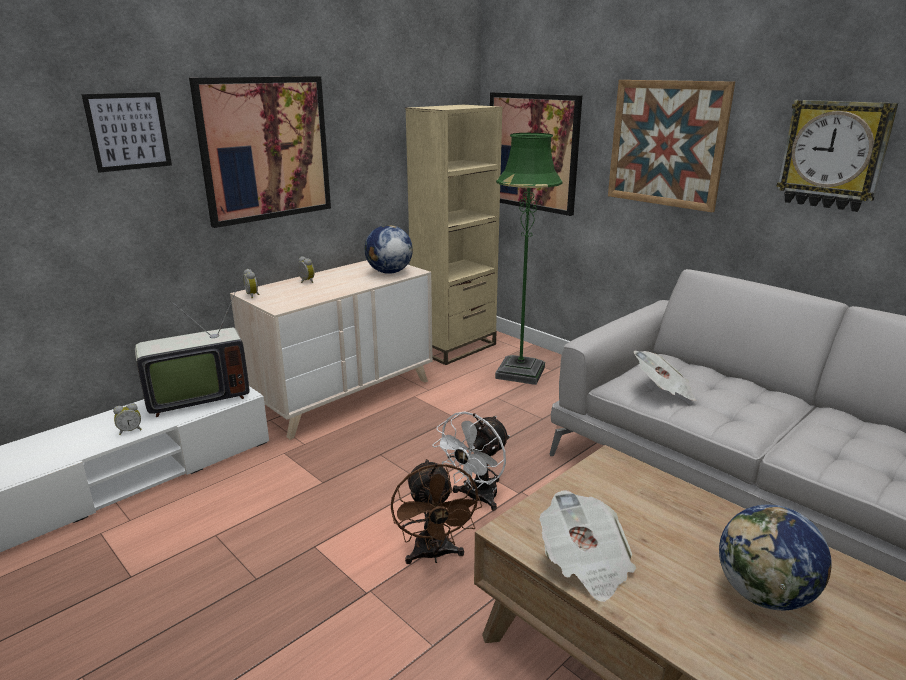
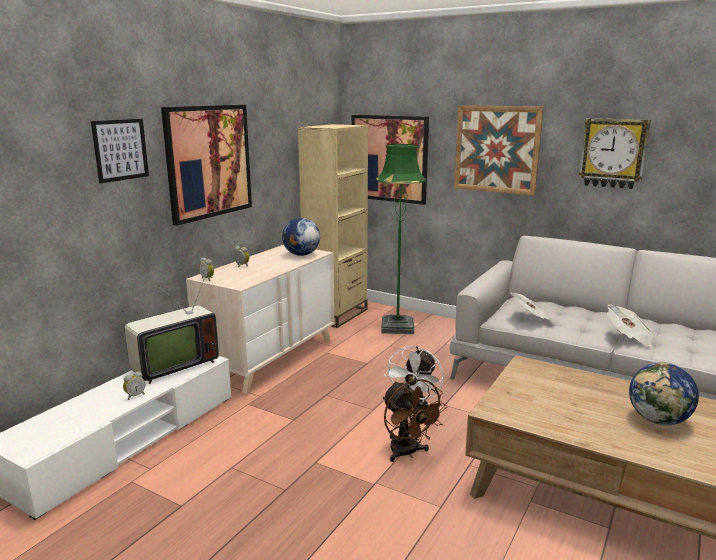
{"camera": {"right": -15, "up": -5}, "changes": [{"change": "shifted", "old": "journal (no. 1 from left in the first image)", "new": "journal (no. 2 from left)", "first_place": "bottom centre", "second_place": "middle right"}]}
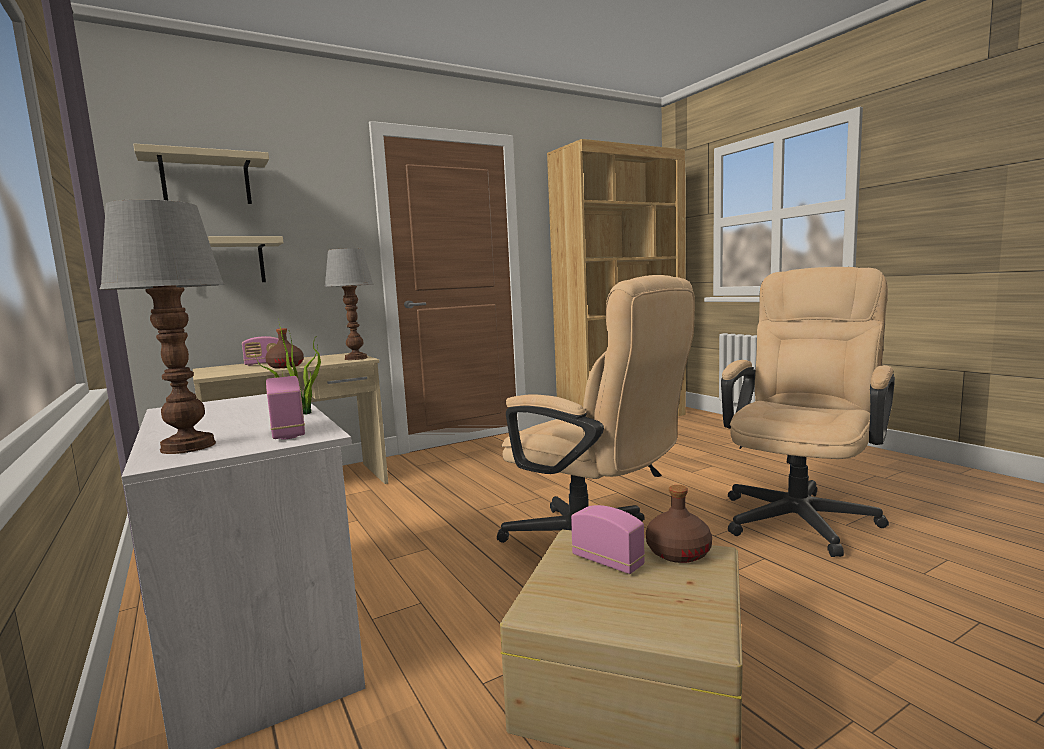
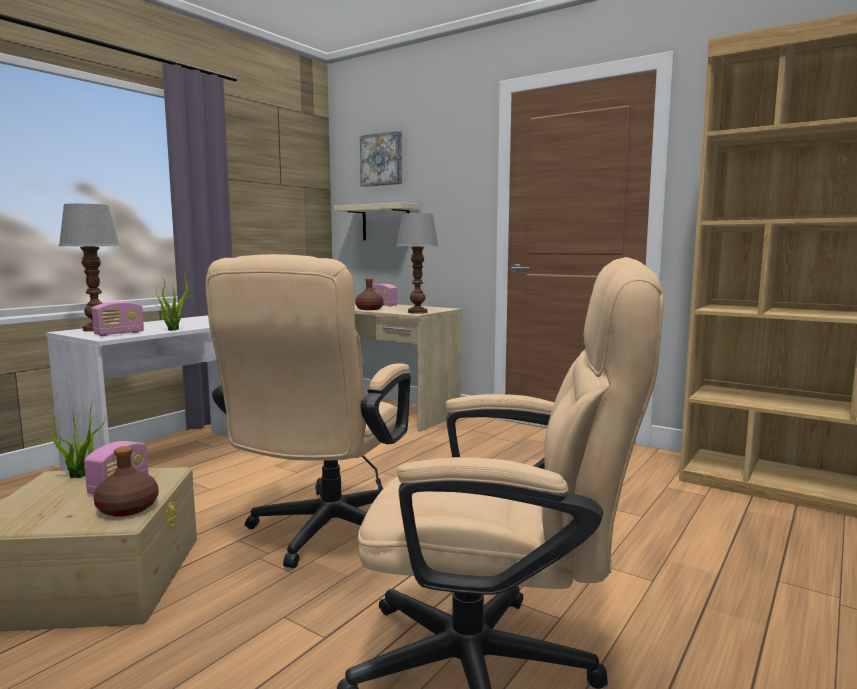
{"camera": {"right": 65, "up": 0}, "changes": [{"change": "new", "new": "plante en pot (no. 1 from left)", "second_place": "middle left"}, {"change": "swapped", "old": "étagère/beige (no. 1 from left)", "new": "tableau", "first_place": "top left", "second_place": "top centre"}]}
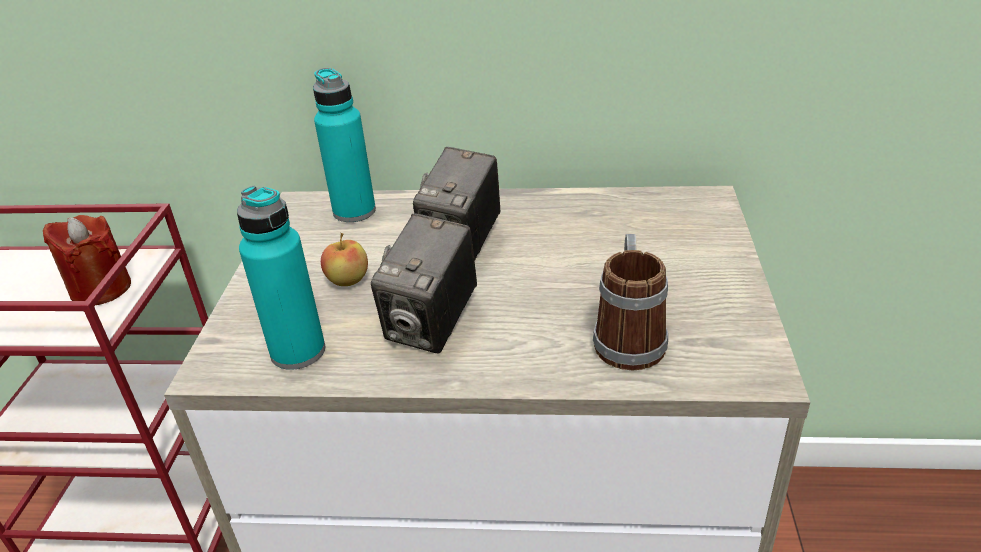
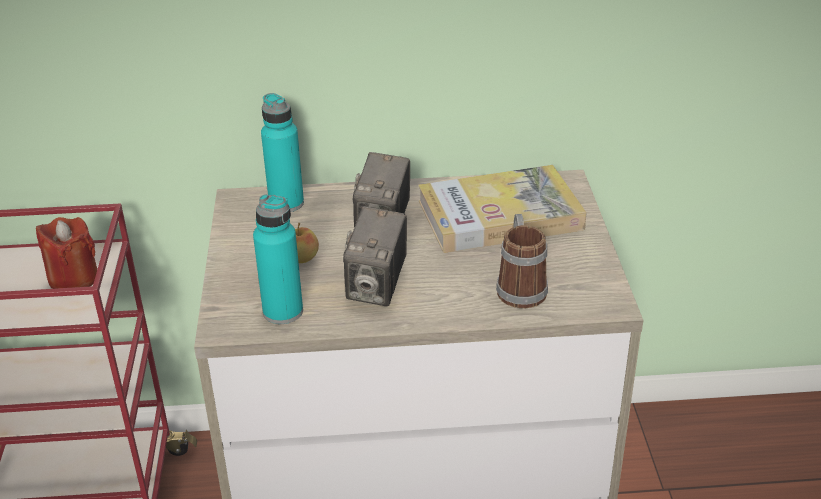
{"camera": {"right": -10, "up": 0}, "changes": [{"change": "new", "new": "livre", "second_place": "centre"}]}
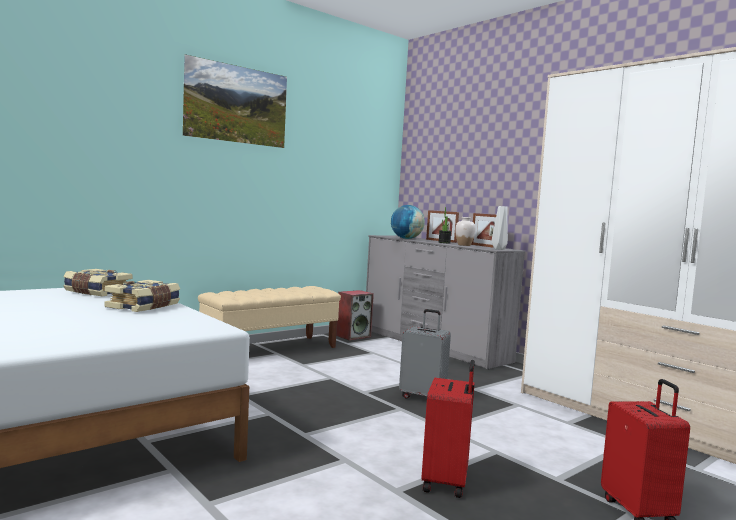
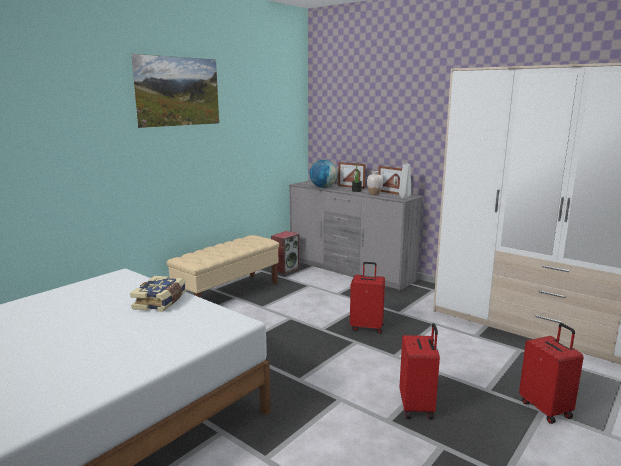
{"camera": {"right": -10, "up": 10}, "changes": [{"change": "repainted", "old": "valise/gris", "new": "valise/rouge (no. 1 from left)", "first_place": "bottom centre", "second_place": "centre"}, {"change": "gone", "old": "livre (no. 1 from left)", "first_place": "middle left"}]}
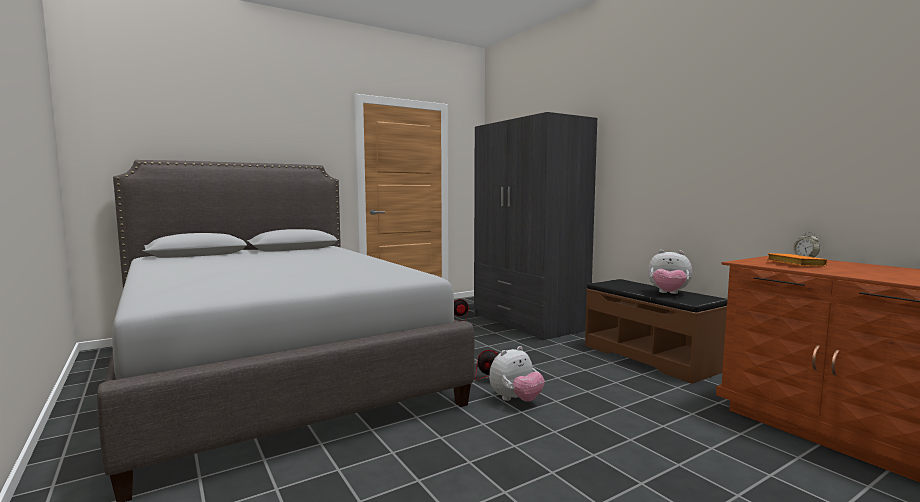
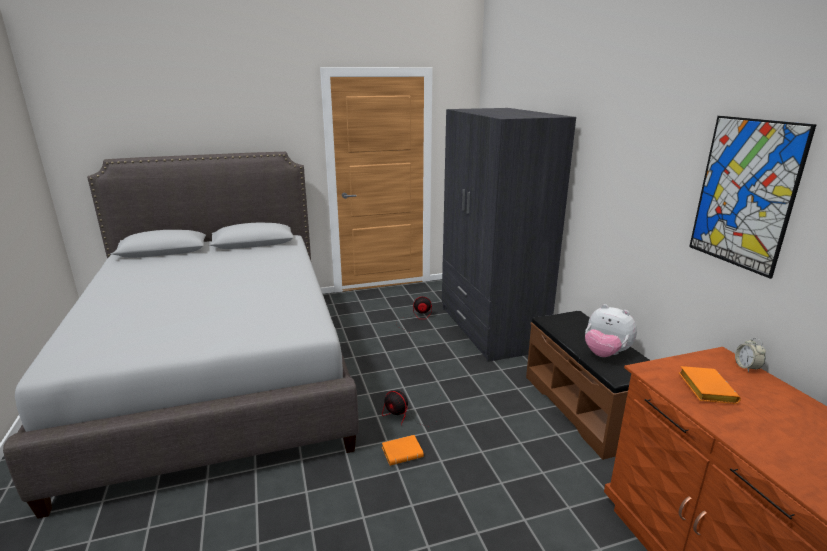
{"camera": {"right": 15, "up": 15}, "changes": [{"change": "swapped", "old": "peluche (no. 1 from left)", "new": "livre/orange (no. 1 from left)", "first_place": "bottom centre", "second_place": "bottom centre"}, {"change": "new", "new": "tableau", "second_place": "middle right"}]}
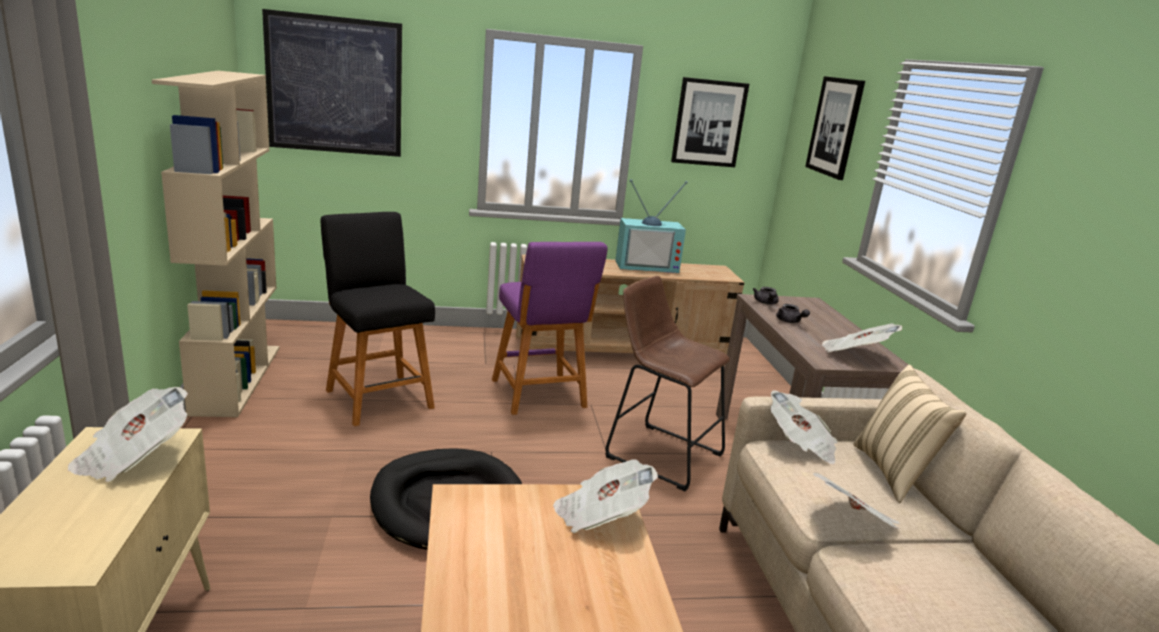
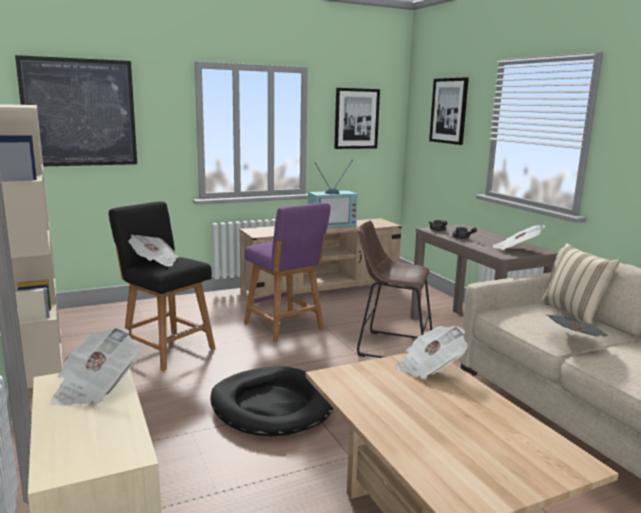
{"camera": {"right": -15, "up": -5}, "changes": [{"change": "shifted", "old": "journal (no. 3 from left in the first image)", "new": "journal (no. 2 from left)", "first_place": "bottom right", "second_place": "middle left"}]}
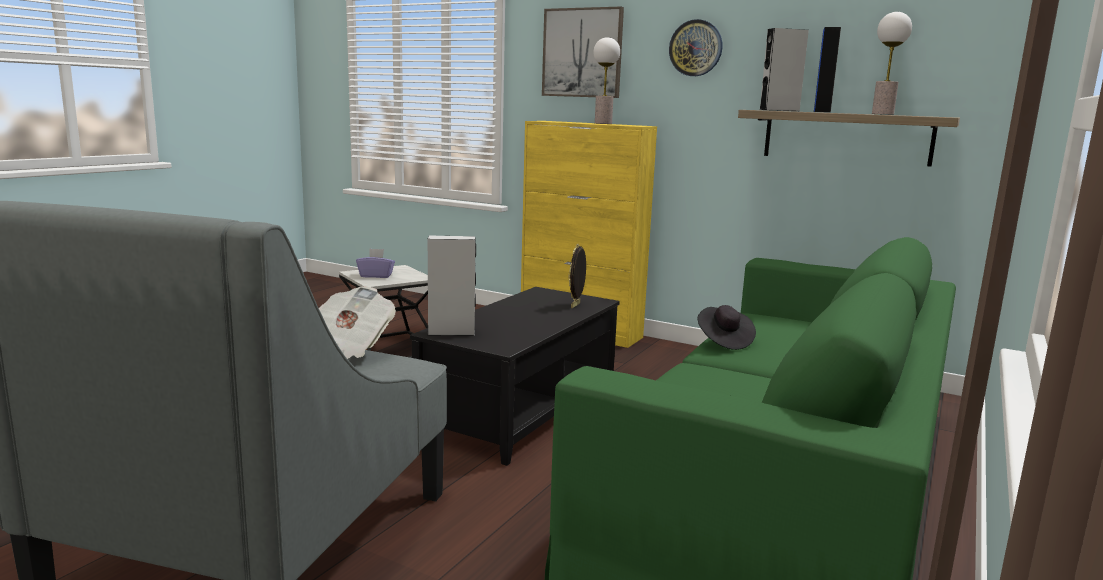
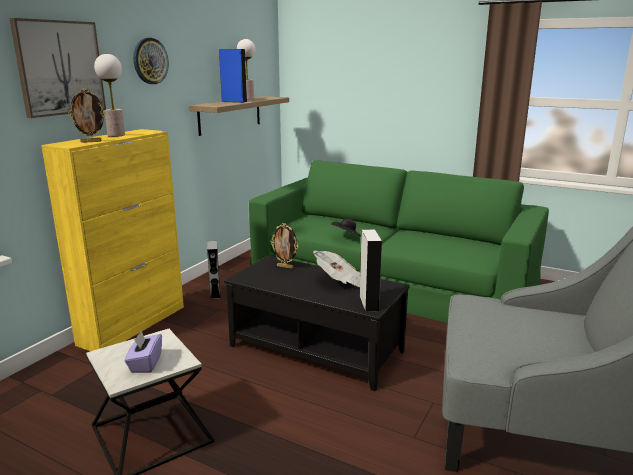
{"camera": {"right": -90, "up": 5}, "changes": [{"change": "new", "new": "cadre photo (no. 1 from left)", "second_place": "top left"}, {"change": "shifted", "old": "enceinte/gris (no. 2 from left in the first image)", "new": "enceinte/gris (no. 1 from left)", "first_place": "top right", "second_place": "centre"}, {"change": "shifted", "old": "journal", "first_place": "middle left", "second_place": "centre"}]}
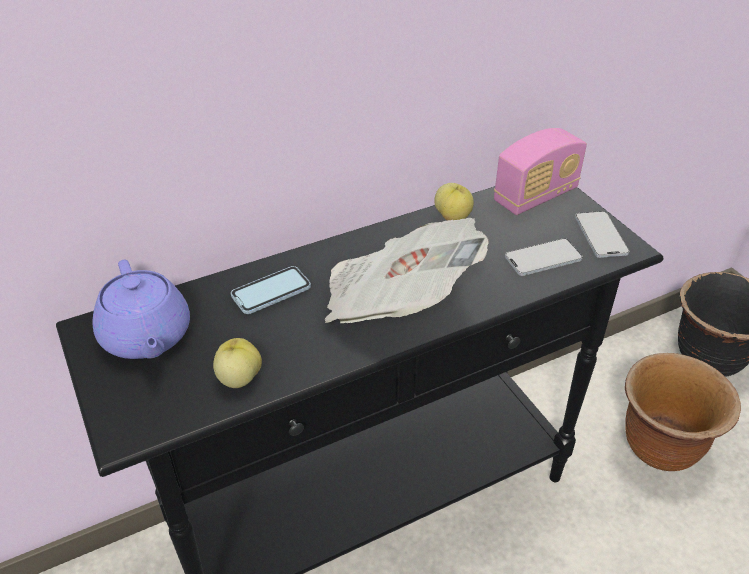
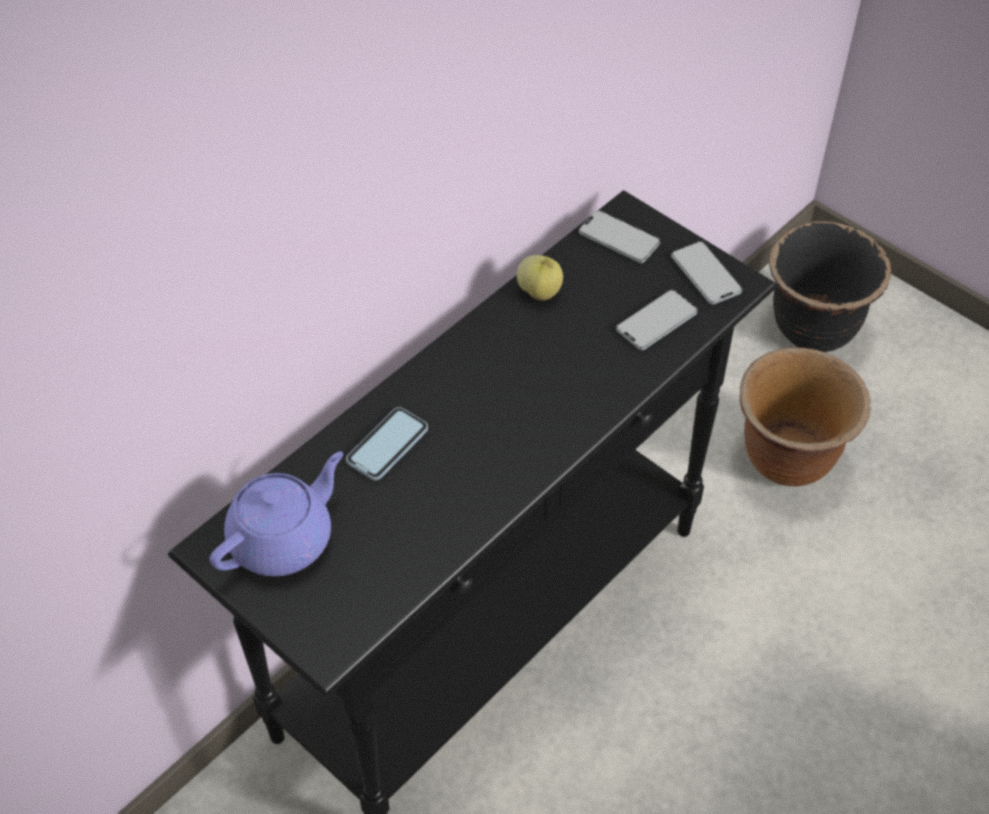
{"camera": {"right": -20, "up": 10}, "changes": [{"change": "rotated", "old": "théière/violet", "first_place": "middle left", "second_place": "middle left", "degrees": -90}, {"change": "swapped", "old": "radio", "new": "téléphone (no. 2 from left)", "first_place": "top right", "second_place": "top centre"}, {"change": "gone", "old": "pomme (no. 1 from left)", "first_place": "middle left"}, {"change": "gone", "old": "journal", "first_place": "centre"}]}
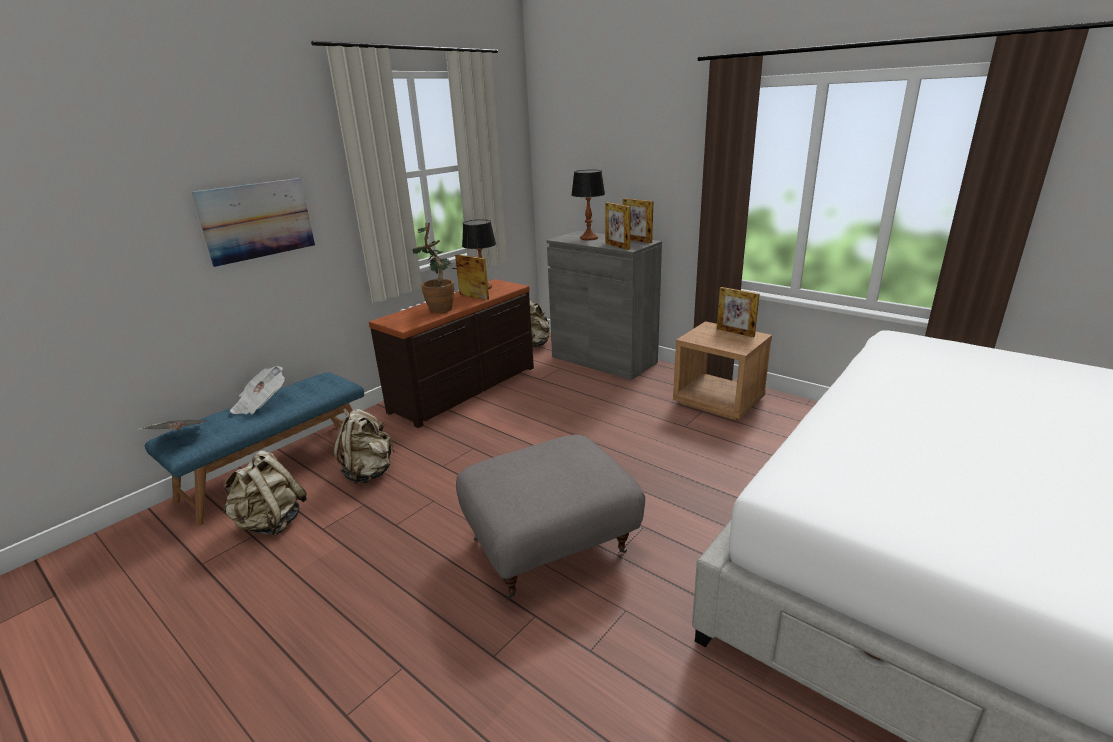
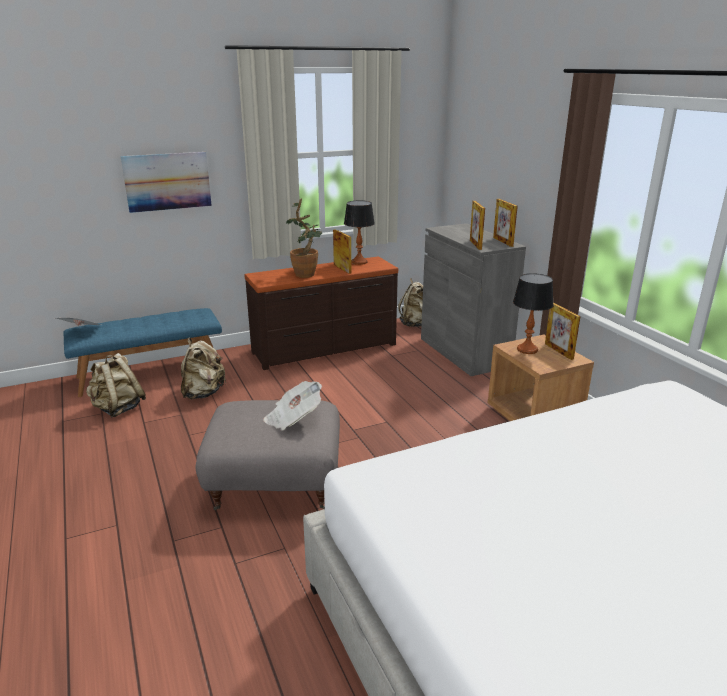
{"camera": {"right": 25, "up": 0}, "changes": [{"change": "shifted", "old": "journal (no. 2 from left)", "first_place": "middle left", "second_place": "centre"}, {"change": "shifted", "old": "lampe de table (no. 2 from left)", "first_place": "top centre", "second_place": "middle right"}]}
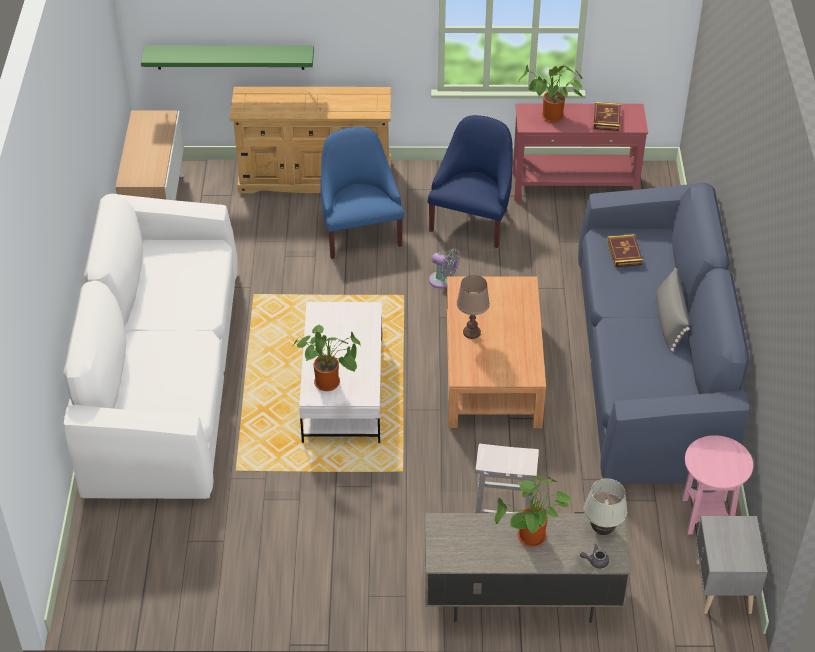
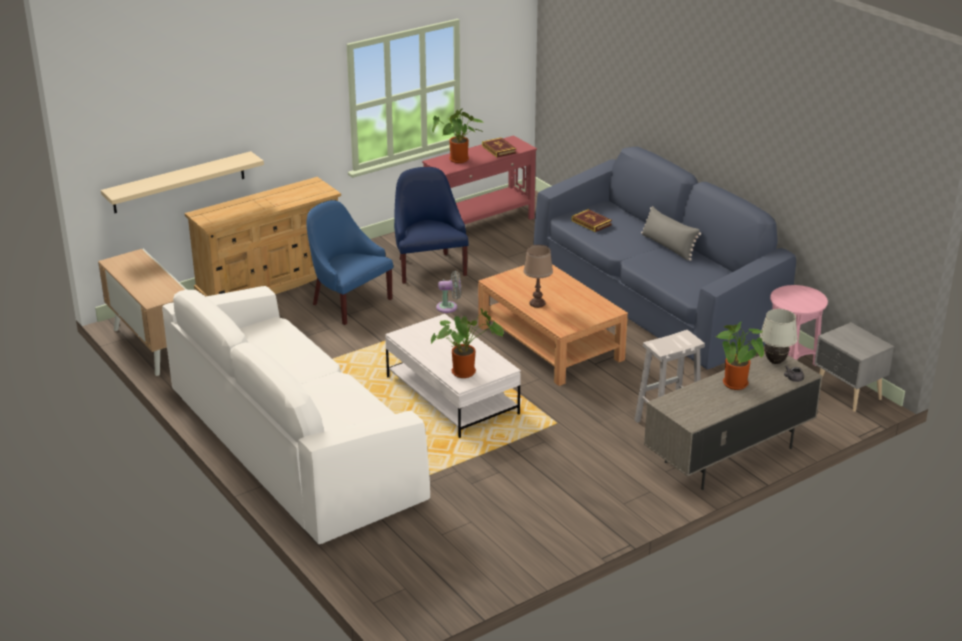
{"camera": {"right": -35, "up": -15}, "changes": [{"change": "repainted", "old": "étagère/vert", "new": "étagère/beige", "first_place": "top left", "second_place": "top left"}]}
